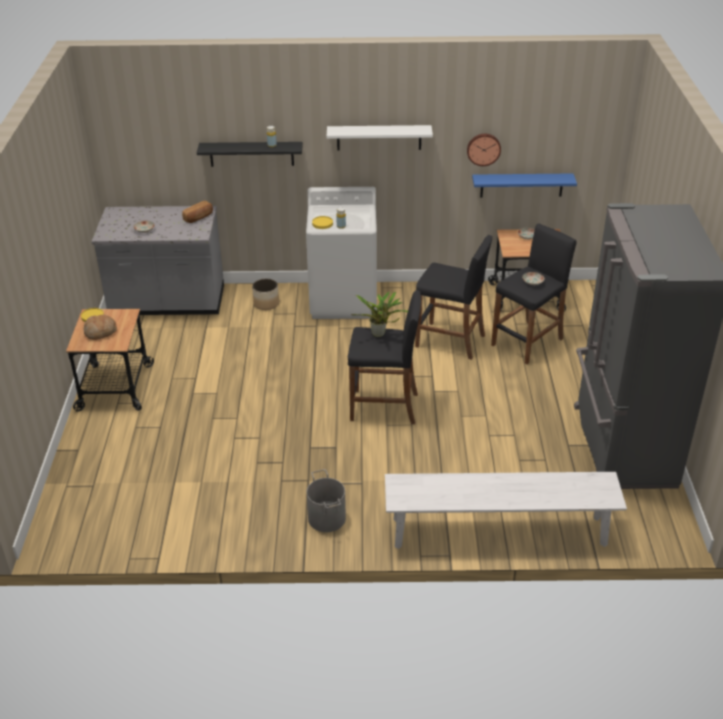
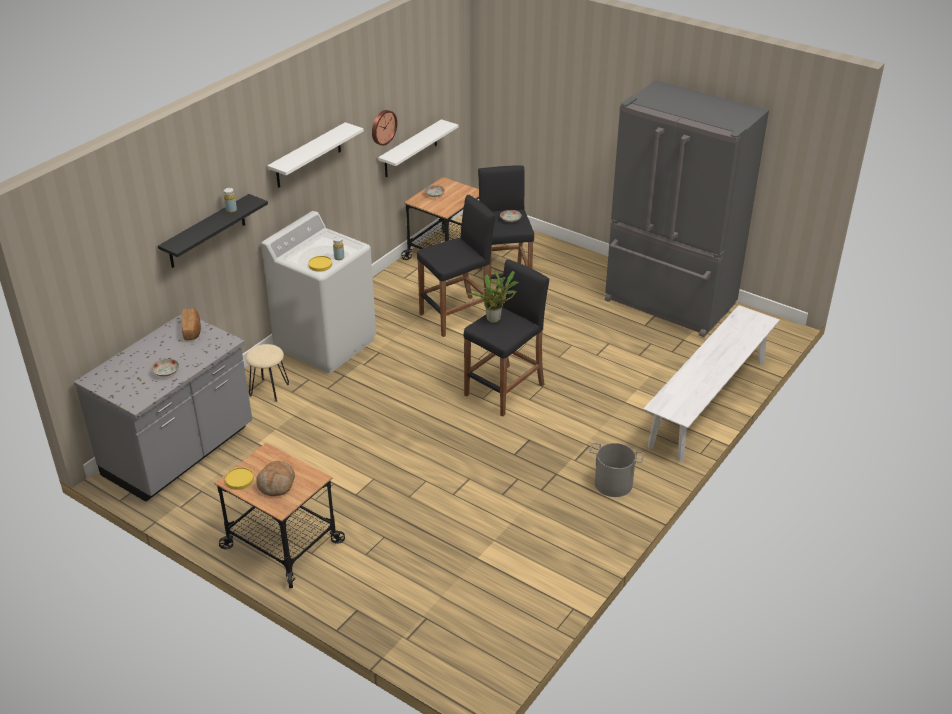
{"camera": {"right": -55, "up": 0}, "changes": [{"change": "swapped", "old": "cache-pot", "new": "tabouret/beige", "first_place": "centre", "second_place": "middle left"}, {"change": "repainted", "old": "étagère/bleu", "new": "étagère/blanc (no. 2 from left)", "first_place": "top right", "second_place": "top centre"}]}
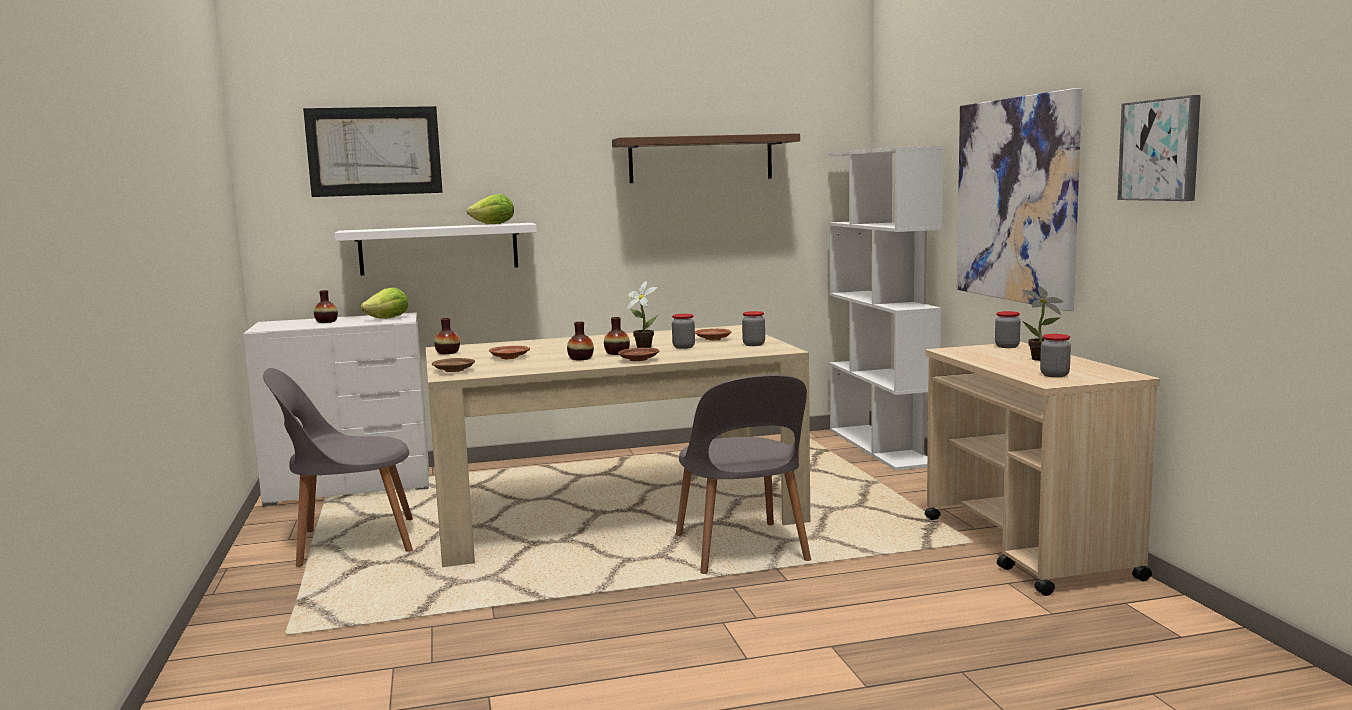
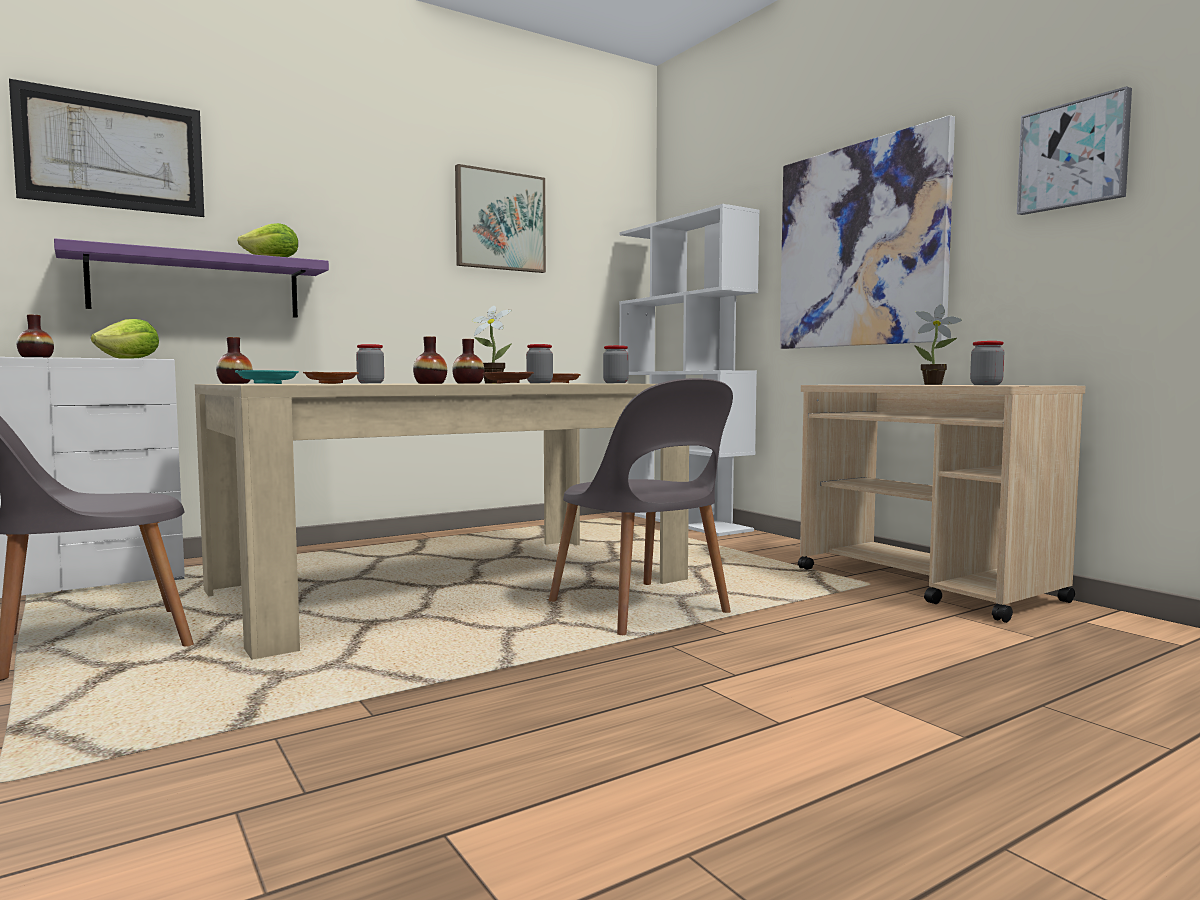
{"camera": {"right": -20, "up": -5}, "changes": [{"change": "repainted", "old": "étagère/blanc", "new": "étagère/violet", "first_place": "middle left", "second_place": "top left"}, {"change": "repainted", "old": "assiette/marron (no. 1 from left)", "new": "assiette/turquoise", "first_place": "centre", "second_place": "middle left"}, {"change": "shifted", "old": "bocal (no. 3 from left in the first image)", "new": "bocal (no. 1 from left)", "first_place": "middle right", "second_place": "middle left"}, {"change": "swapped", "old": "étagère/marron", "new": "tableau (no. 2 from left)", "first_place": "top centre", "second_place": "top centre"}]}
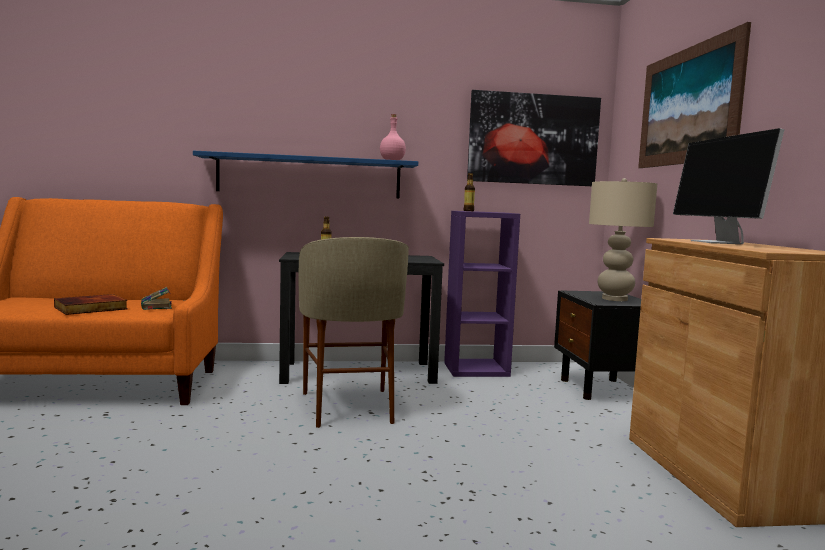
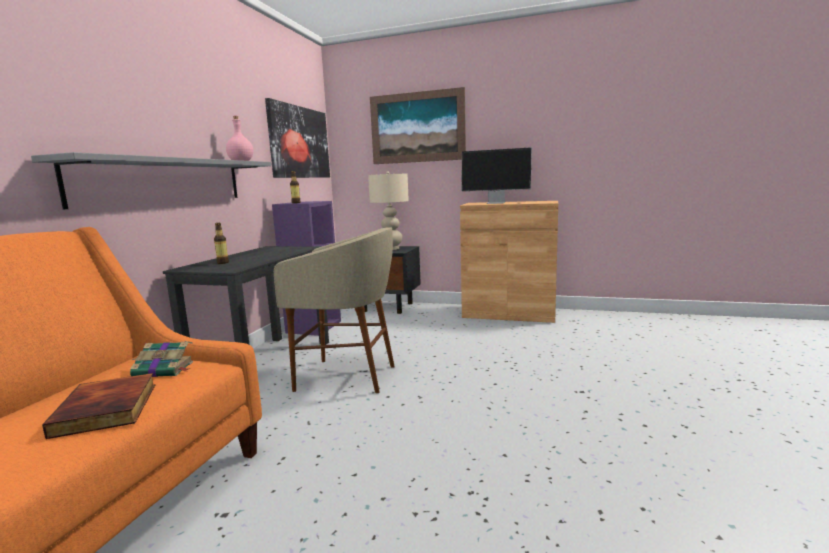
{"camera": {"right": -65, "up": 5}, "changes": [{"change": "repainted", "old": "étagère/bleu", "new": "étagère/gris", "first_place": "top centre", "second_place": "top left"}]}
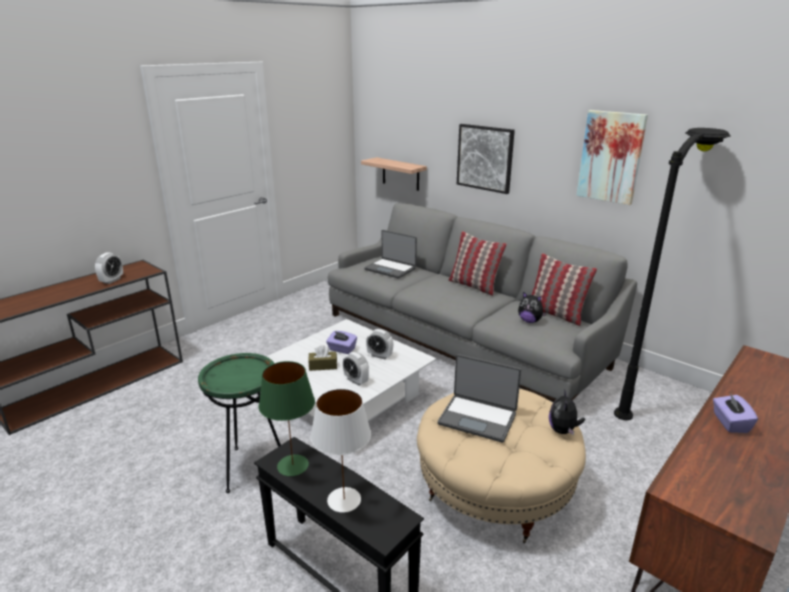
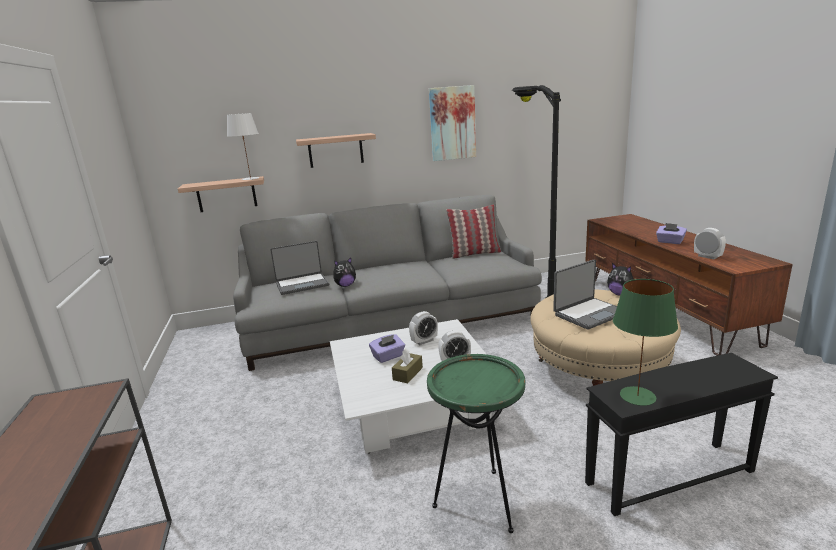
{"camera": {"right": -55, "up": -5}, "changes": [{"change": "shifted", "old": "lampe de table/blanc", "first_place": "bottom centre", "second_place": "top left"}, {"change": "swapped", "old": "tableau (no. 1 from left)", "new": "étagère (no. 2 from left)", "first_place": "top centre", "second_place": "top centre"}, {"change": "shifted", "old": "peluche (no. 1 from left)", "first_place": "middle right", "second_place": "centre"}, {"change": "shifted", "old": "réveil (no. 1 from left in the first image)", "new": "réveil (no. 3 from left)", "first_place": "middle left", "second_place": "middle right"}, {"change": "gone", "old": "coussin (no. 1 from left)", "first_place": "centre"}]}
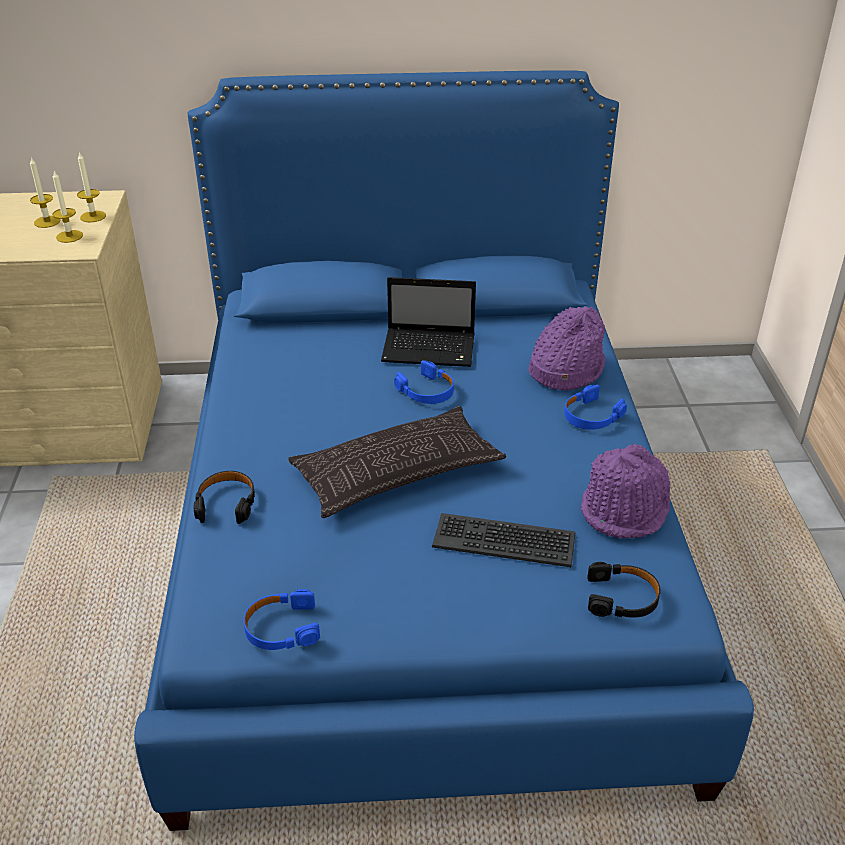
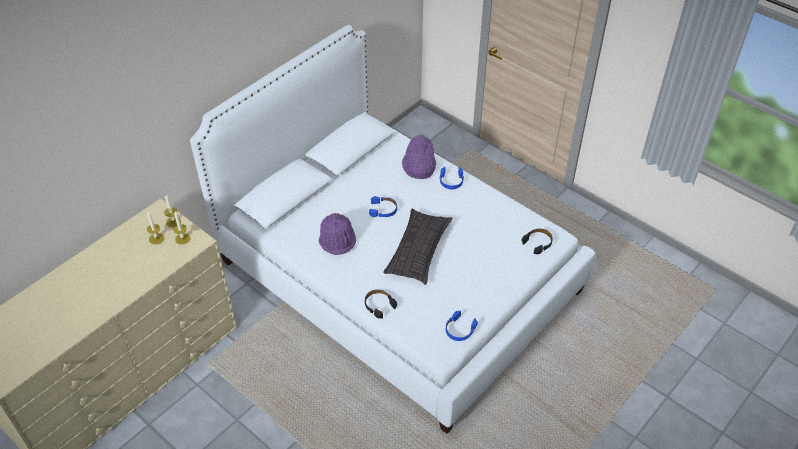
{"camera": {"right": -45, "up": 10}, "changes": [{"change": "repainted", "old": "lit/bleu", "new": "lit/blanc", "first_place": "centre", "second_place": "centre"}, {"change": "shifted", "old": "chapeau/violet (no. 2 from left in the first image)", "new": "chapeau/violet (no. 1 from left)", "first_place": "middle right", "second_place": "centre"}, {"change": "gone", "old": "ordinateur portable", "first_place": "centre"}, {"change": "gone", "old": "clavier", "first_place": "centre"}]}
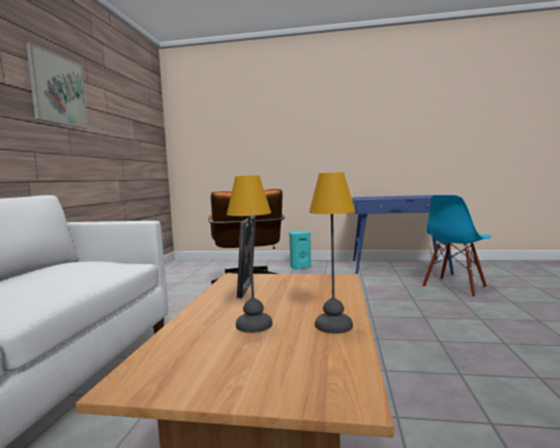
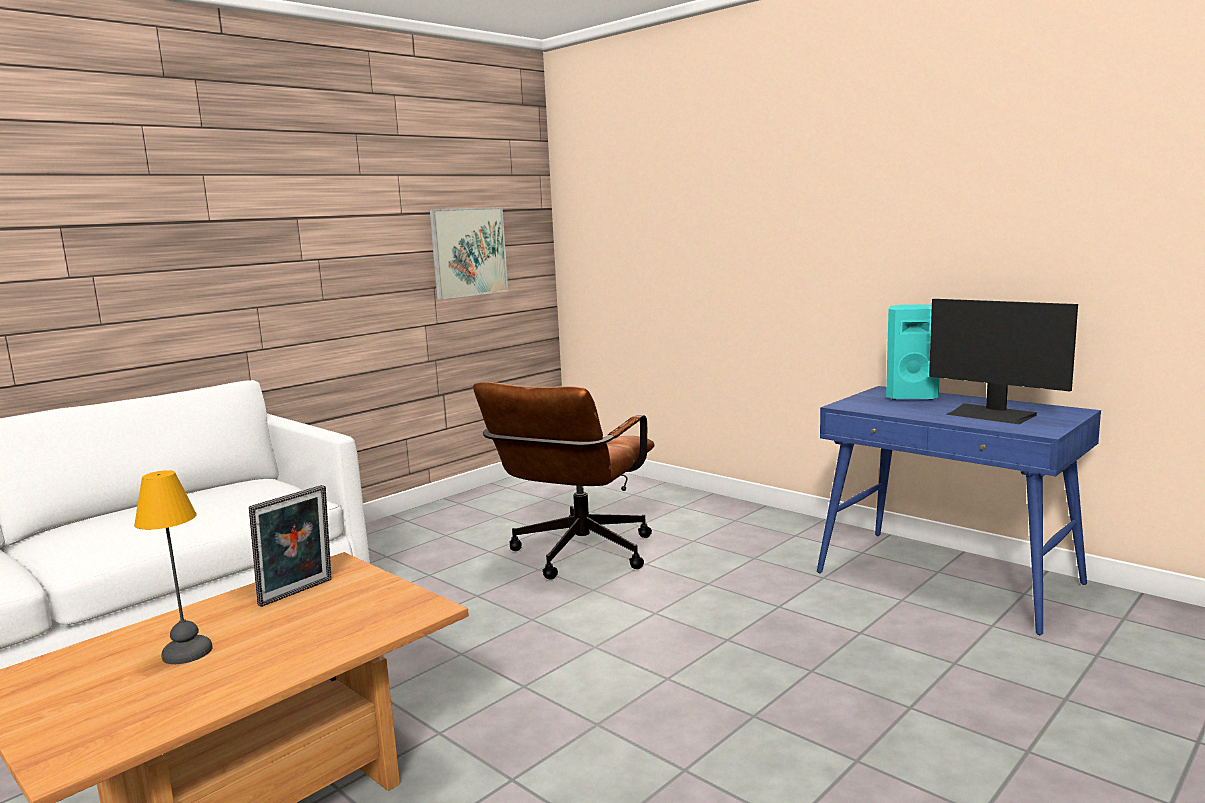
{"camera": {"right": 35, "up": 5}, "changes": [{"change": "shifted", "old": "tableau", "first_place": "top left", "second_place": "top centre"}, {"change": "shifted", "old": "enceinte/turquoise", "first_place": "centre", "second_place": "middle right"}, {"change": "new", "new": "écran d'ordinateur", "second_place": "middle right"}, {"change": "gone", "old": "lampe de table (no. 2 from left)", "first_place": "centre"}, {"change": "gone", "old": "chaise/bleu", "first_place": "middle right"}]}
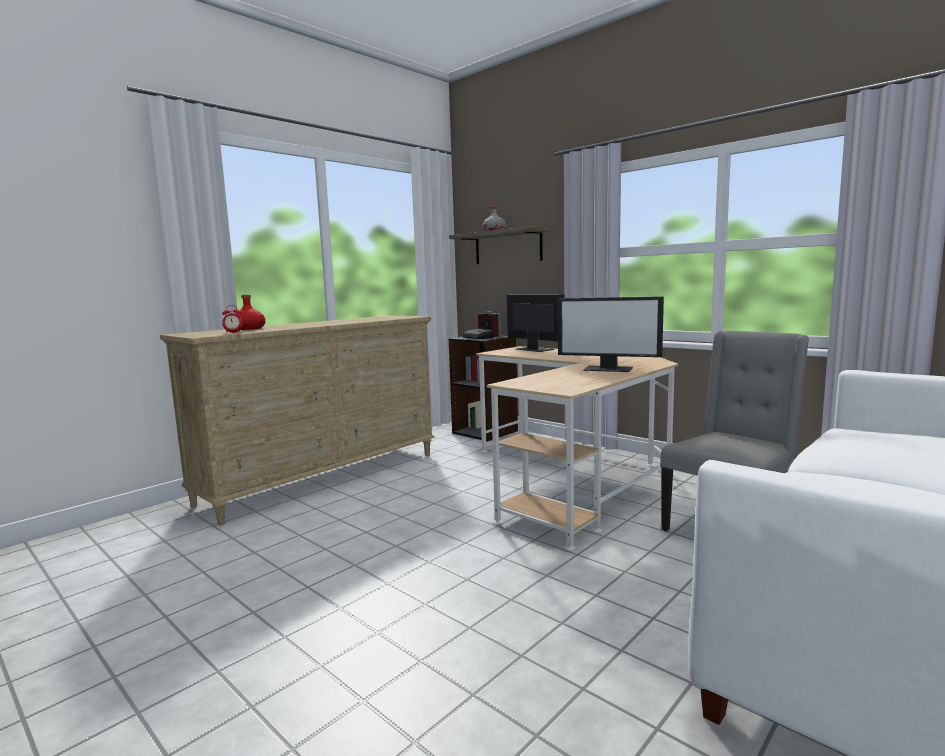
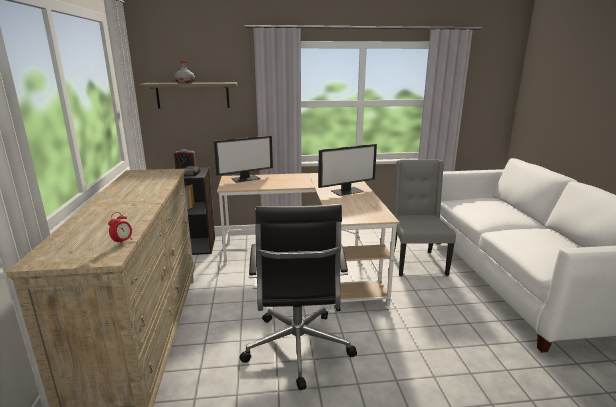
{"camera": {"right": -50, "up": 10}, "changes": [{"change": "rotated", "old": "écran d'ordinateur (no. 1 from left)", "first_place": "centre", "second_place": "centre", "degrees": 150}, {"change": "new", "new": "chaise de bureau/noir", "second_place": "bottom centre"}, {"change": "gone", "old": "bouteille/rouge", "first_place": "middle left"}]}
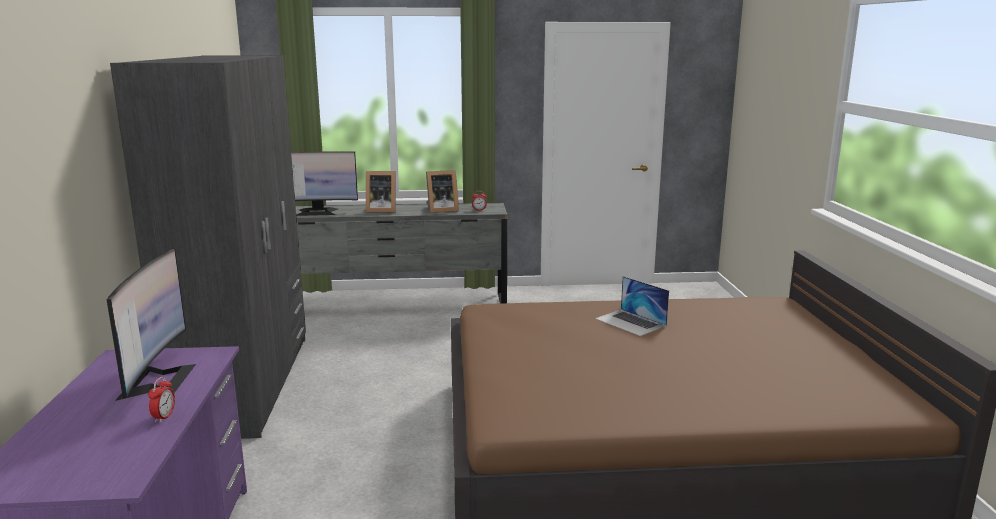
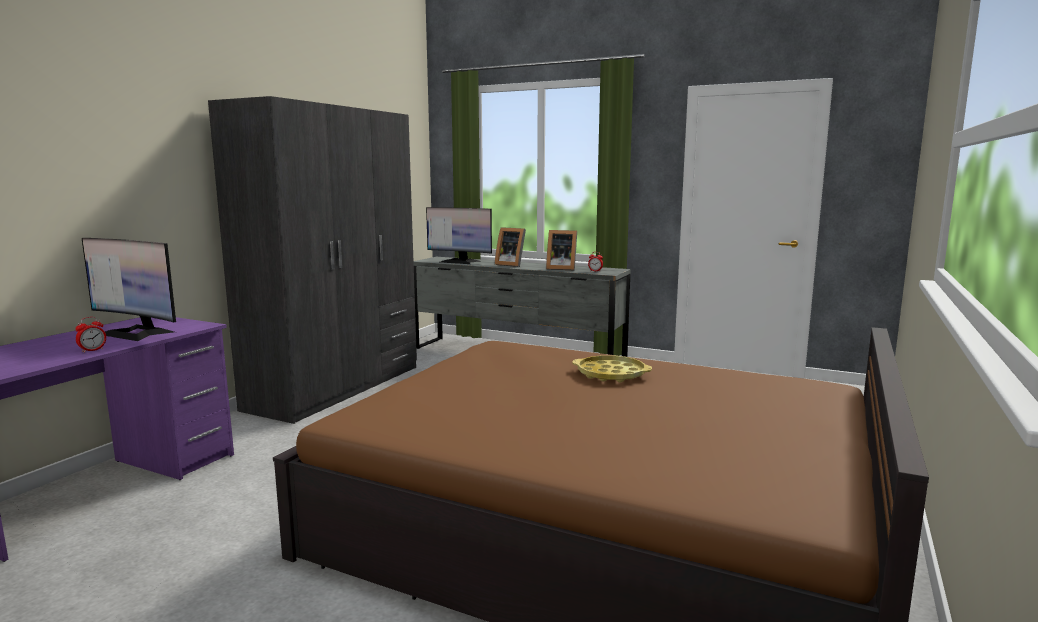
{"camera": {"right": 30, "up": -5}, "changes": [{"change": "rotated", "old": "écran d'ordinateur (no. 1 from left)", "first_place": "middle left", "second_place": "middle left", "degrees": 90}, {"change": "swapped", "old": "ordinateur portable", "new": "plateau/jaune", "first_place": "centre", "second_place": "centre"}]}
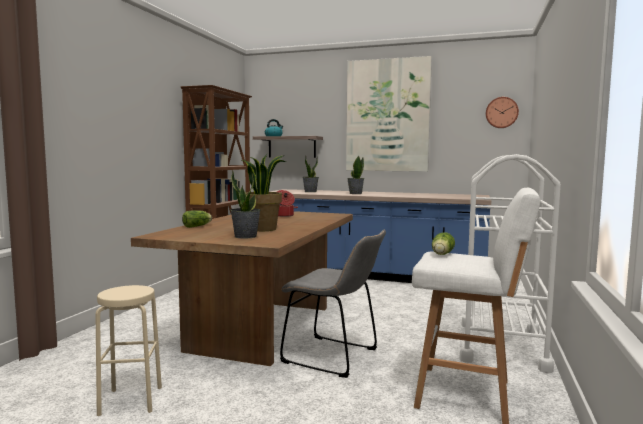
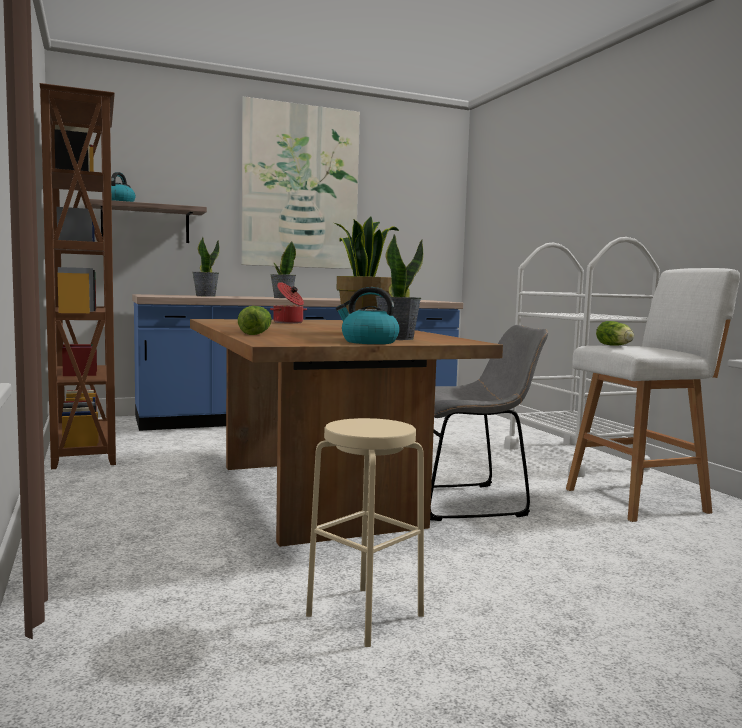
{"camera": {"right": -40, "up": 0}, "changes": [{"change": "new", "new": "bouilloire (no. 2 from left)", "second_place": "centre"}, {"change": "gone", "old": "horloge murale", "first_place": "top right"}]}
